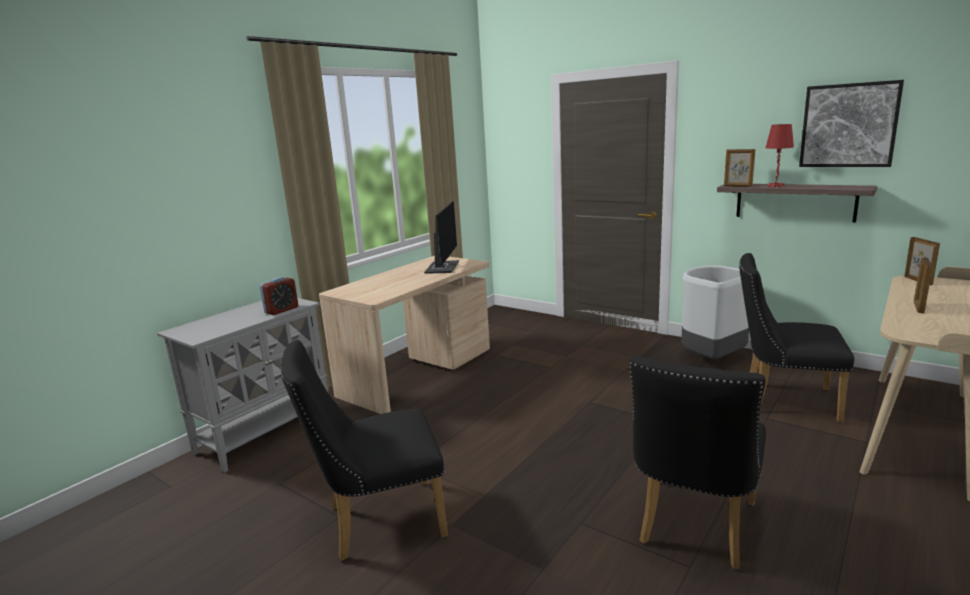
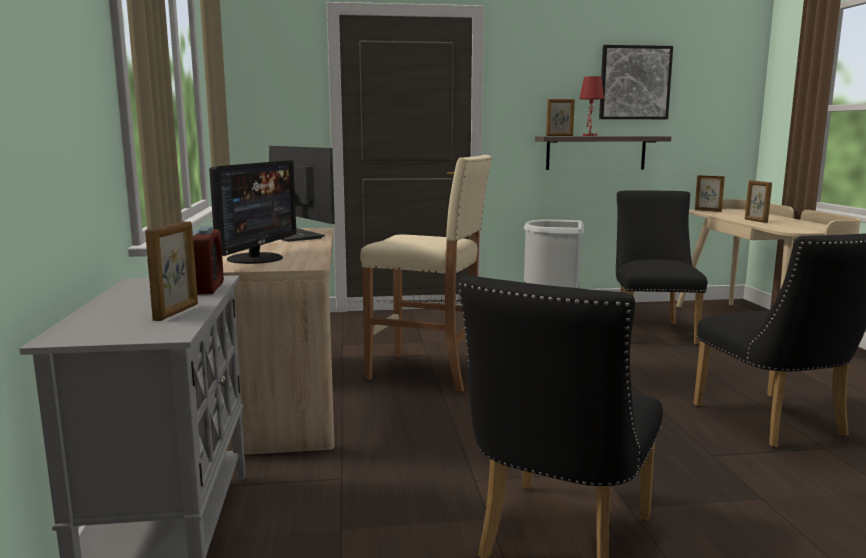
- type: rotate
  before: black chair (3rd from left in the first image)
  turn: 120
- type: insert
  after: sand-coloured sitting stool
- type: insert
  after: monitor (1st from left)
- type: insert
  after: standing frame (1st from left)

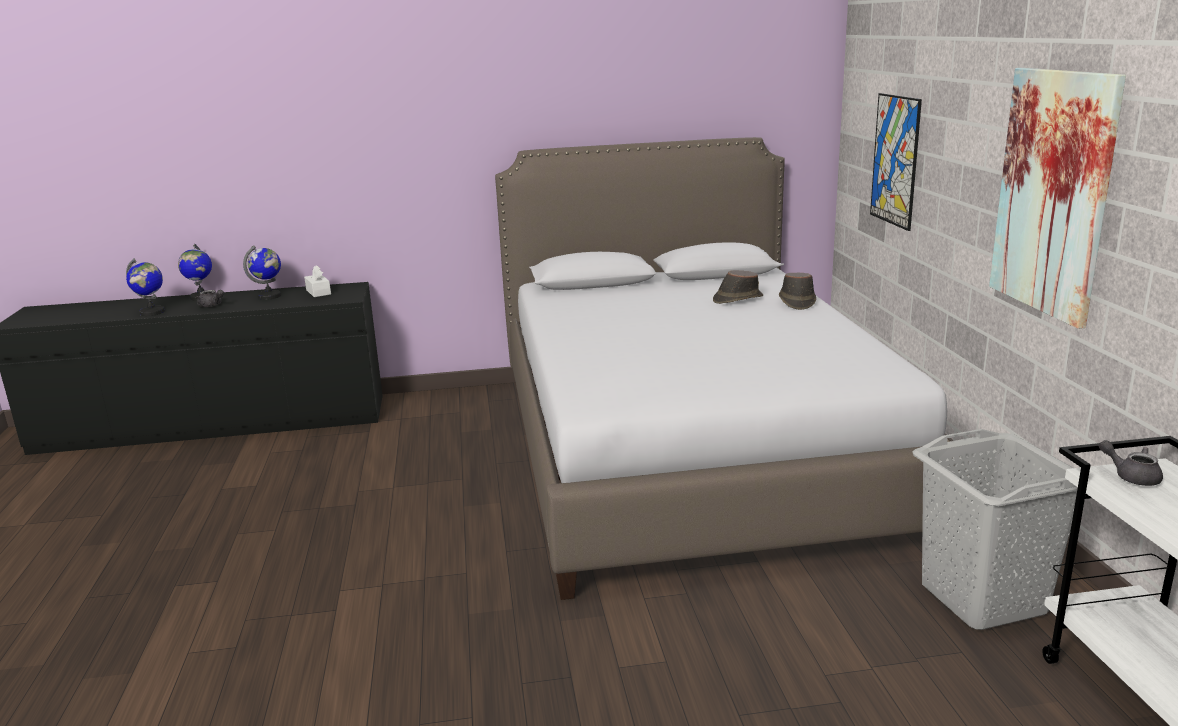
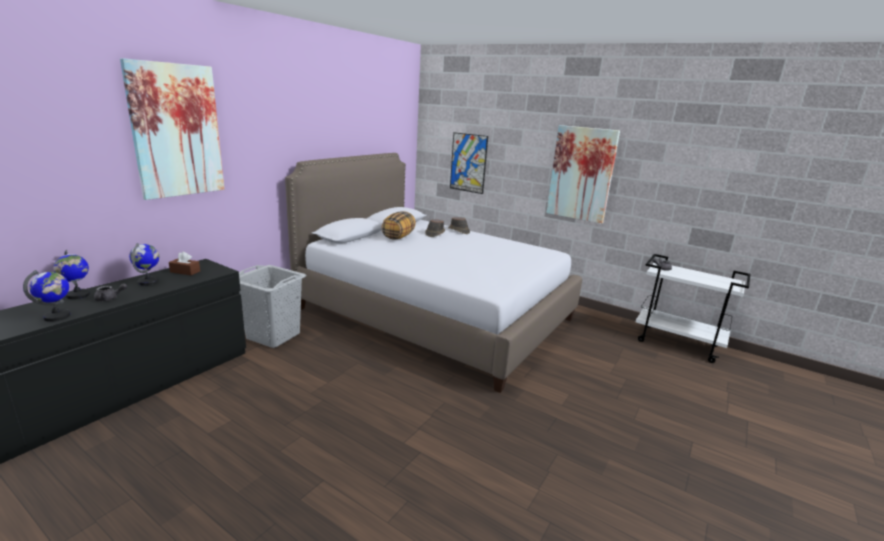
- type: recolor
  before: whitish tissue holder
  after: brown tissue holder
- type: move
  before: gray washing basket
- type: insert
  after: picture (1st from left)
- type: insert
  after: cushion

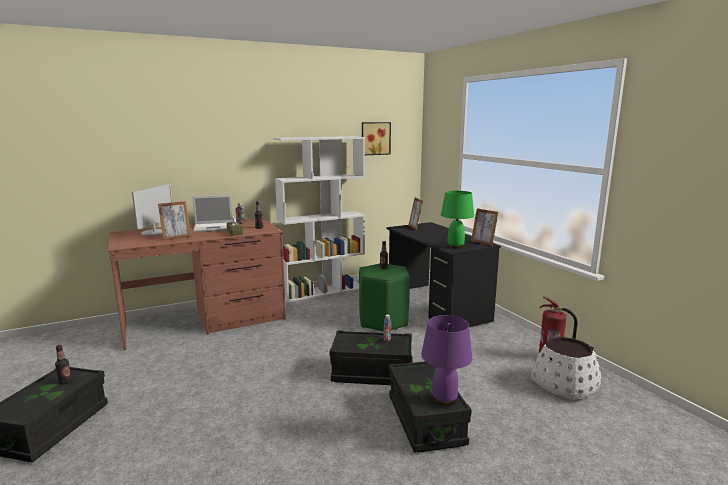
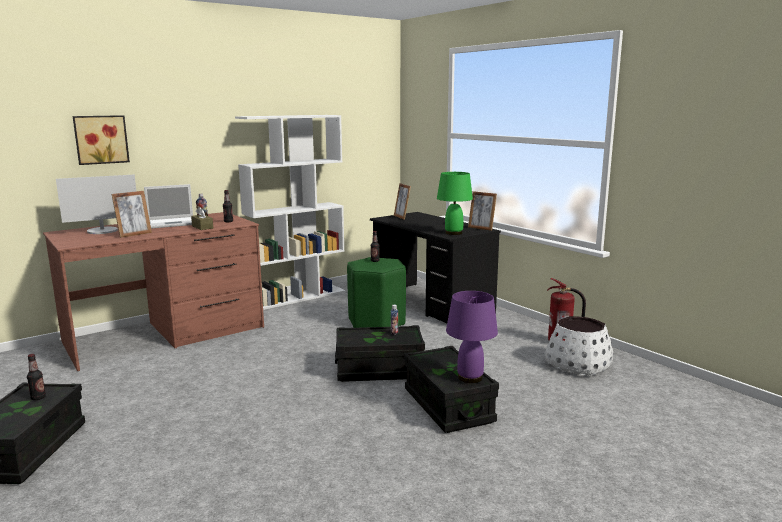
- type: move
  before: picture
- type: rotate
  before: monitor
  turn: 60

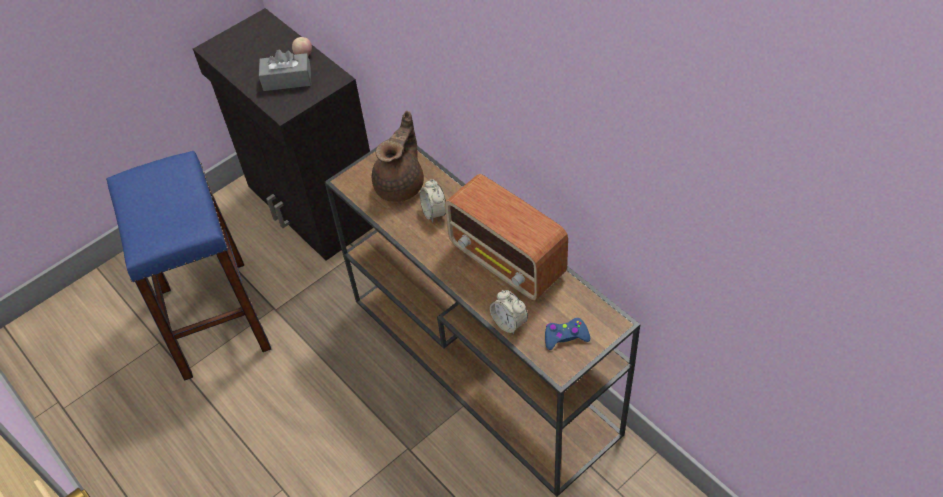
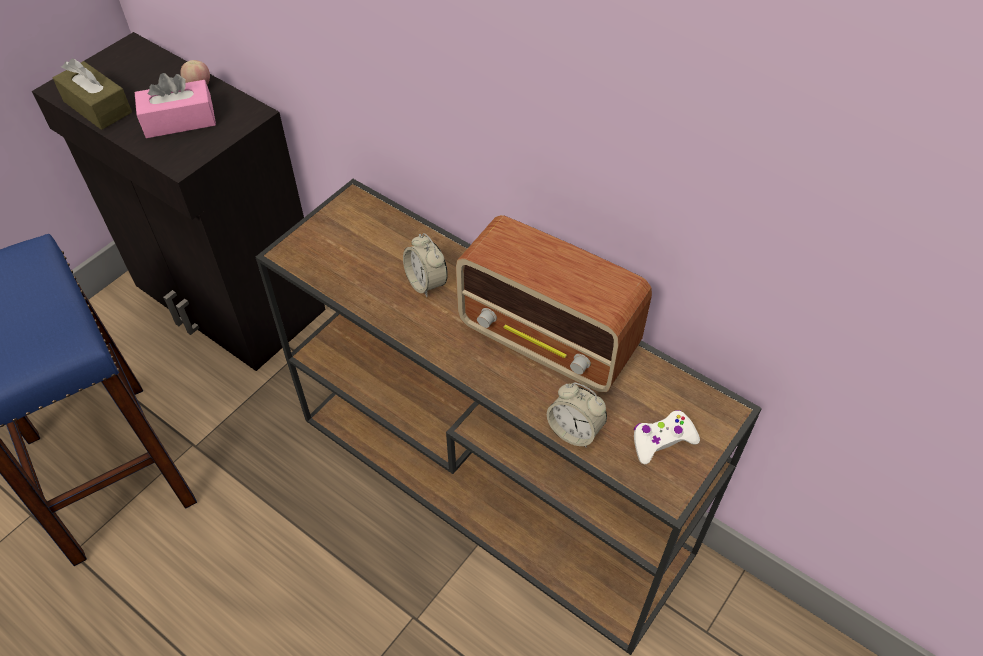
- type: recolor
  before: gray tissue holder
  after: pinkish tissue holder
- type: delete
  before: brown teapot
- type: recolor
  before: bluish gamepad
  after: whitish gamepad
- type: insert
  after: brown tissue holder

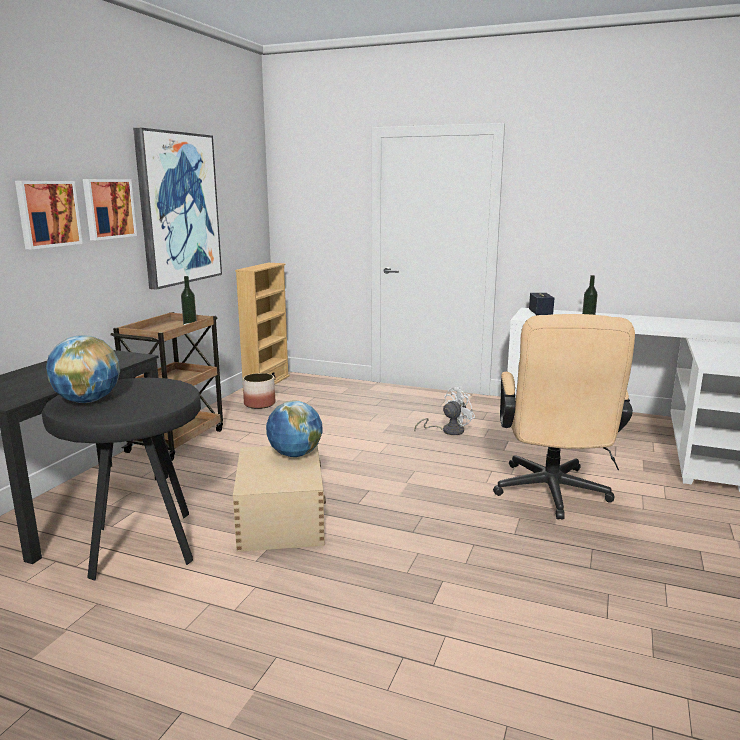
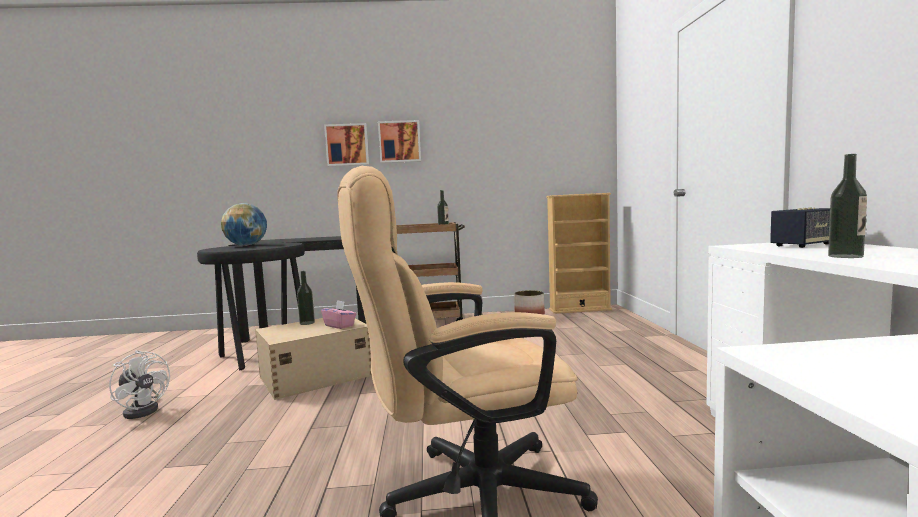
- type: delete
  before: picture (3rd from left)
- type: move
  before: whitish fan
- type: replace
  before: desk globe (2nd from left)
  after: pinkish tissue holder
- type: insert
  after: bottle (1st from left)

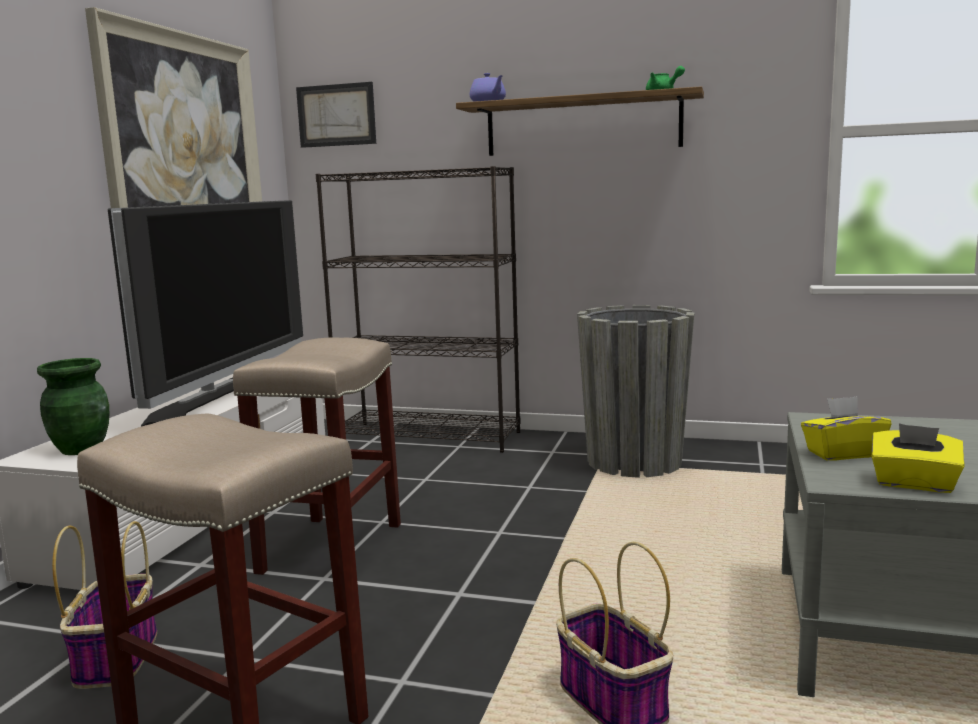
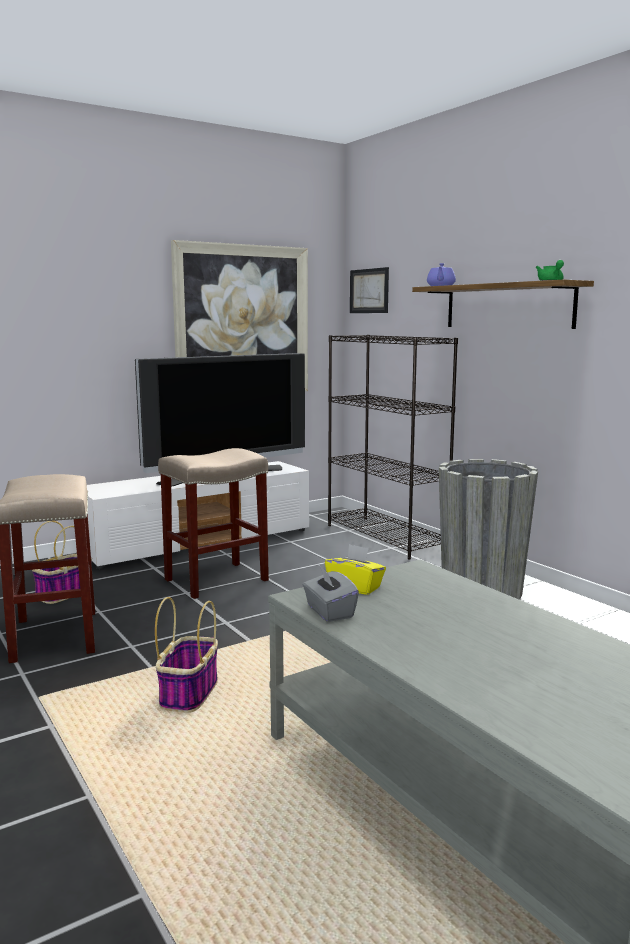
- type: delete
  before: green flower vase
- type: recolor
  before: yellow tissue holder (2nd from left)
  after: gray tissue holder

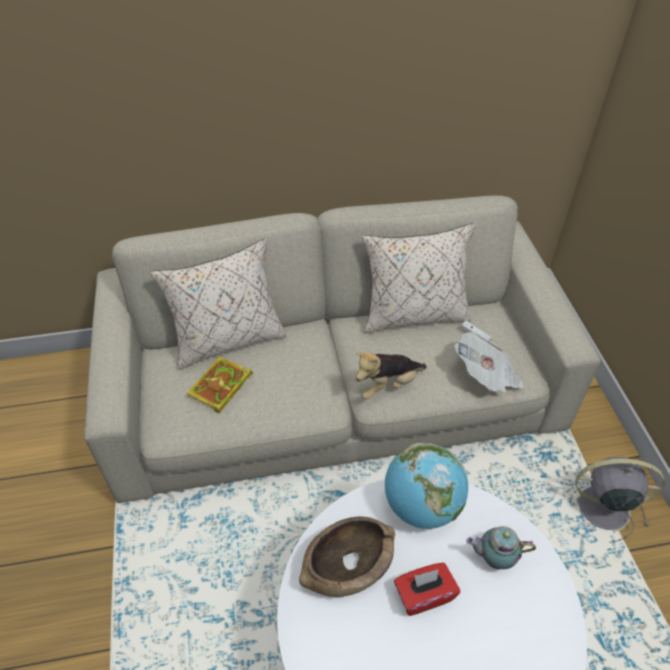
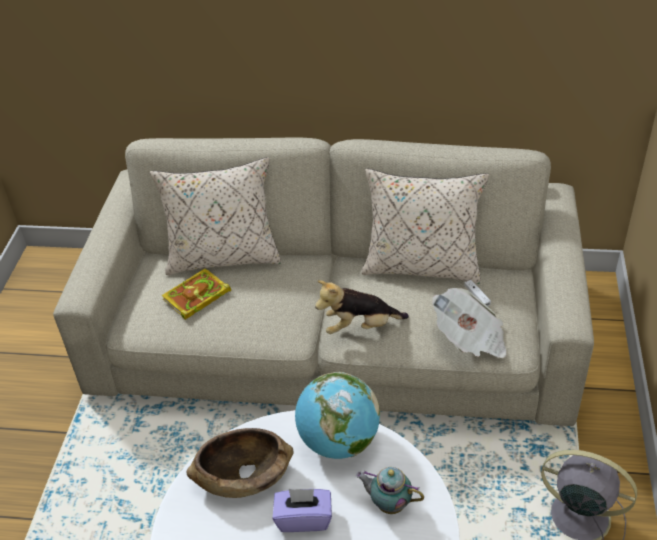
- type: recolor
  before: red-coloured tissue holder
  after: purplish tissue holder

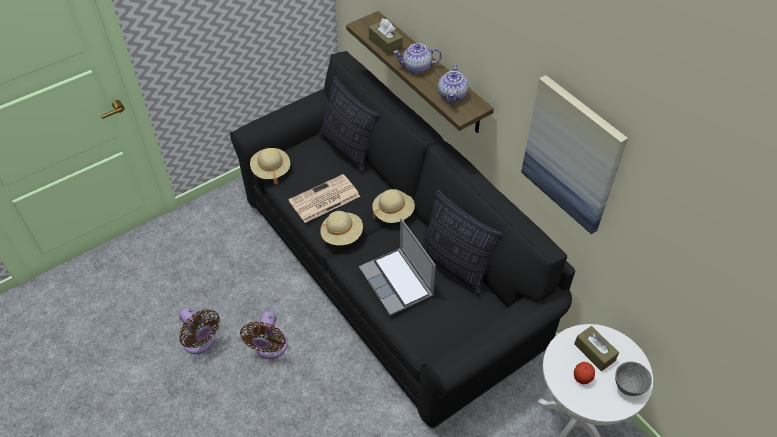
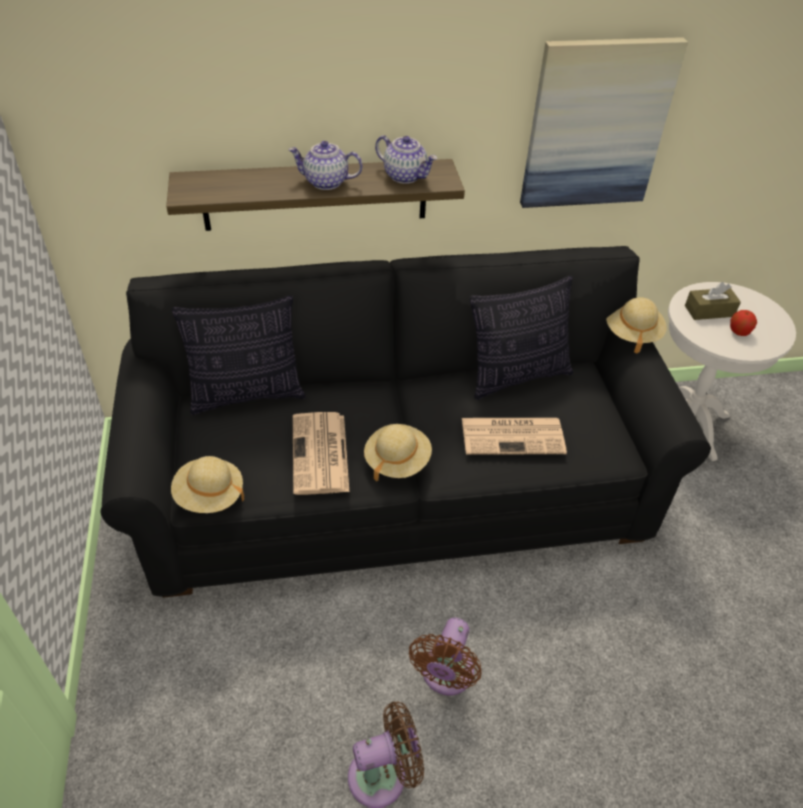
- type: delete
  before: brown tissue holder (1st from left)
- type: rotate
  before: teapot (1st from left)
  turn: 75
- type: move
  before: sand-coloured wearable hat (3rd from left)
- type: replace
  before: laptop
  after: daily paper (2nd from left)
- type: rotate
  before: brown fan (2nd from left)
  turn: 75
- type: delete
  before: gray deep dish

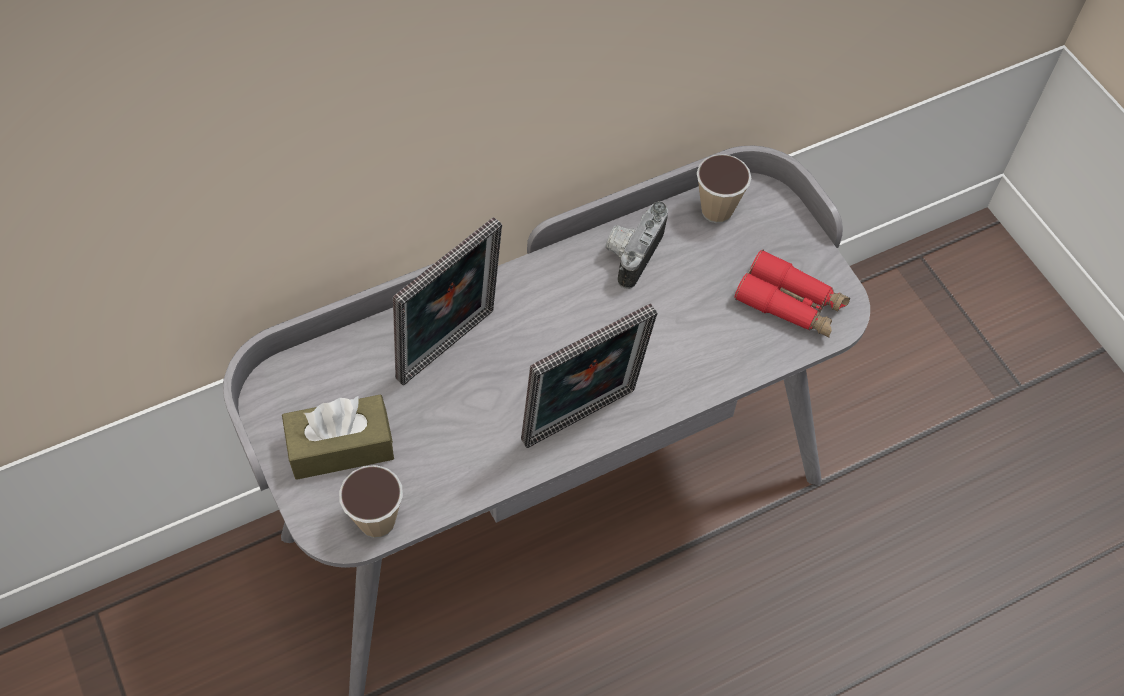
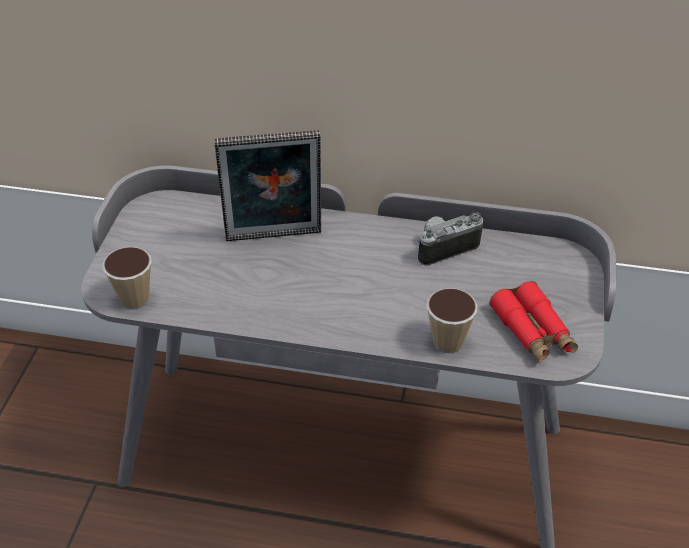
- type: move
  before: small cup (2nd from left)
- type: delete
  before: standing frame (2nd from left)
- type: delete
  before: brown tissue holder

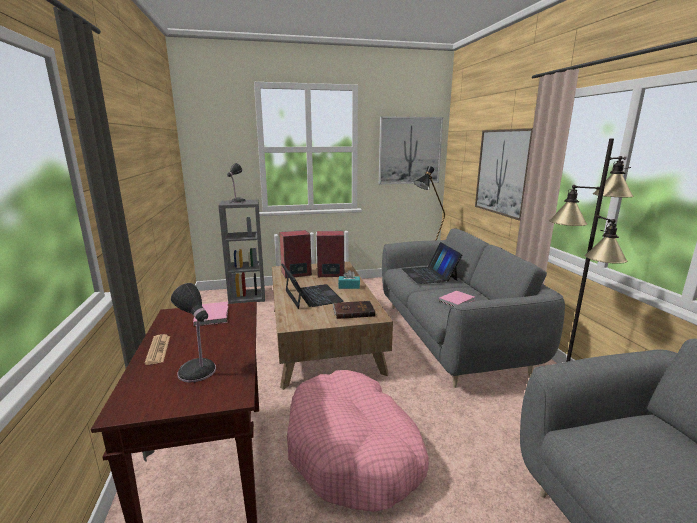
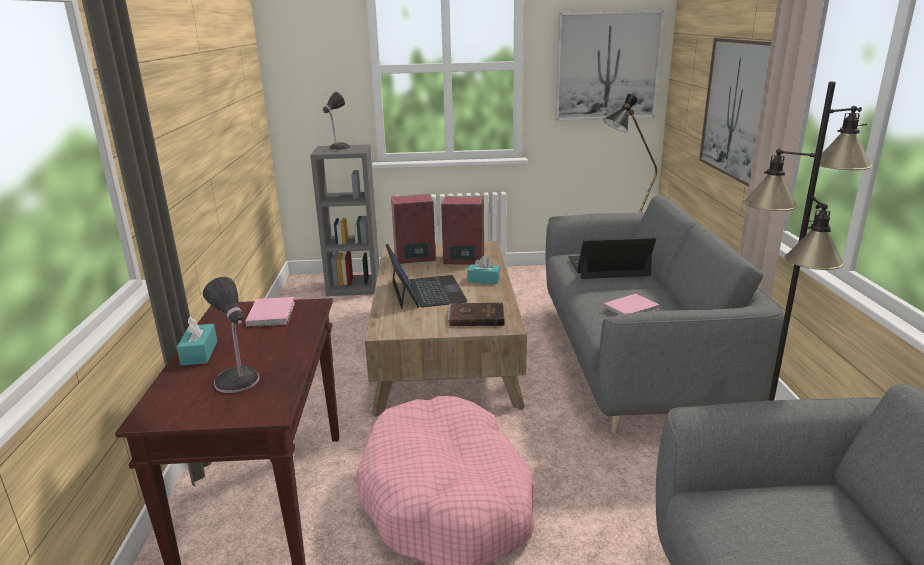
- type: rotate
  before: laptop (2nd from left)
  turn: 90
- type: replace
  before: daily paper
  after: turquoise-coloured tissue holder (1st from left)

